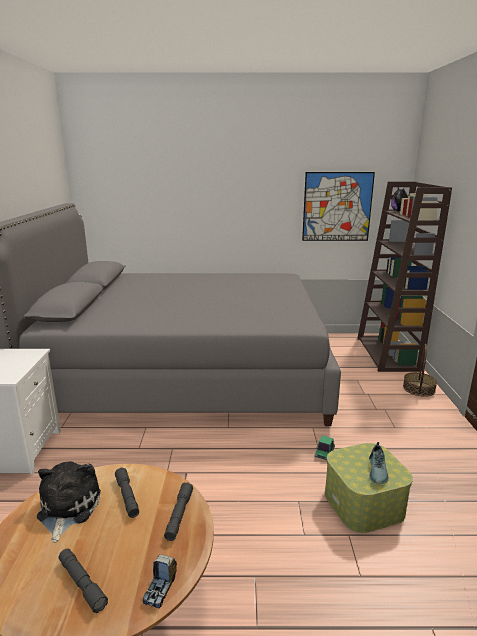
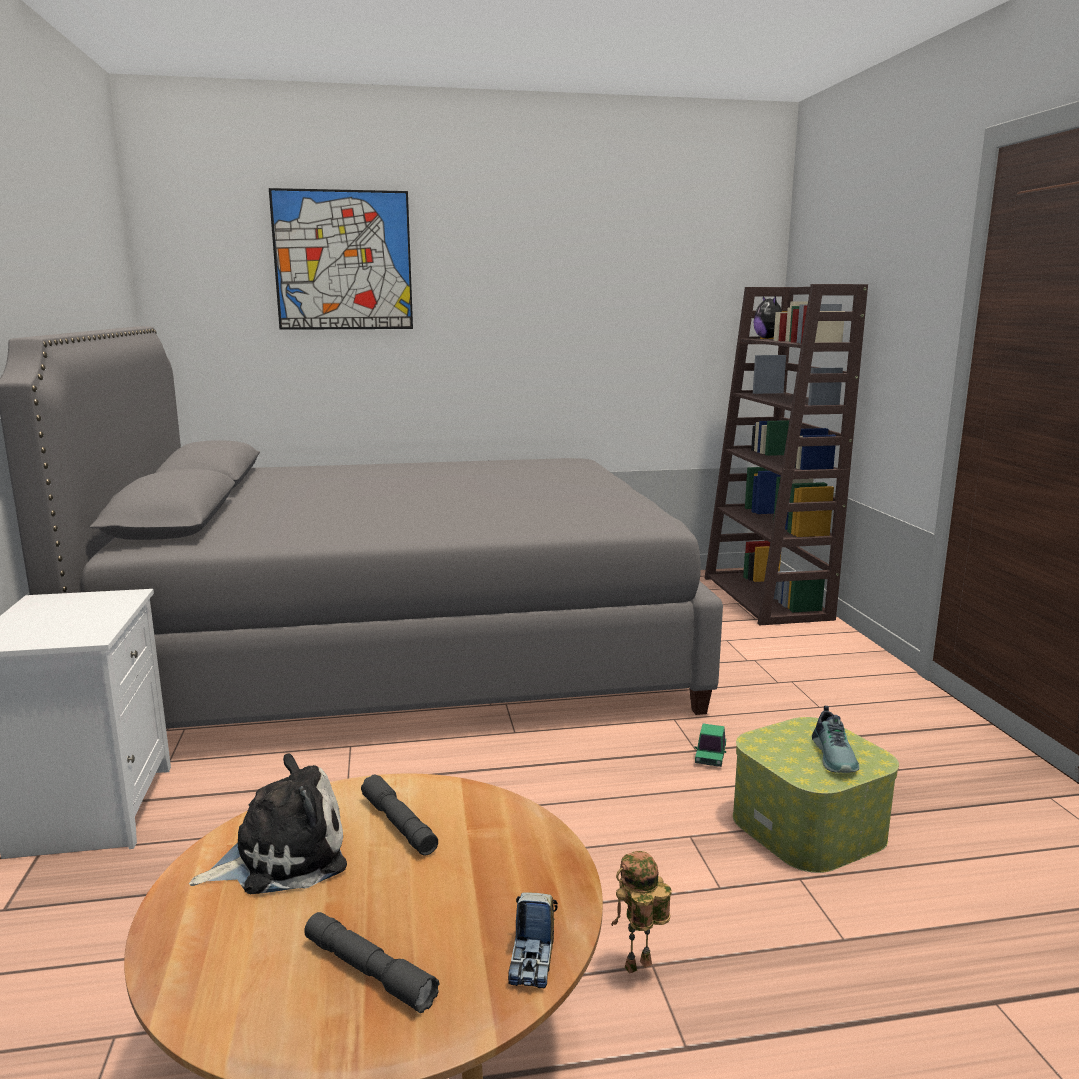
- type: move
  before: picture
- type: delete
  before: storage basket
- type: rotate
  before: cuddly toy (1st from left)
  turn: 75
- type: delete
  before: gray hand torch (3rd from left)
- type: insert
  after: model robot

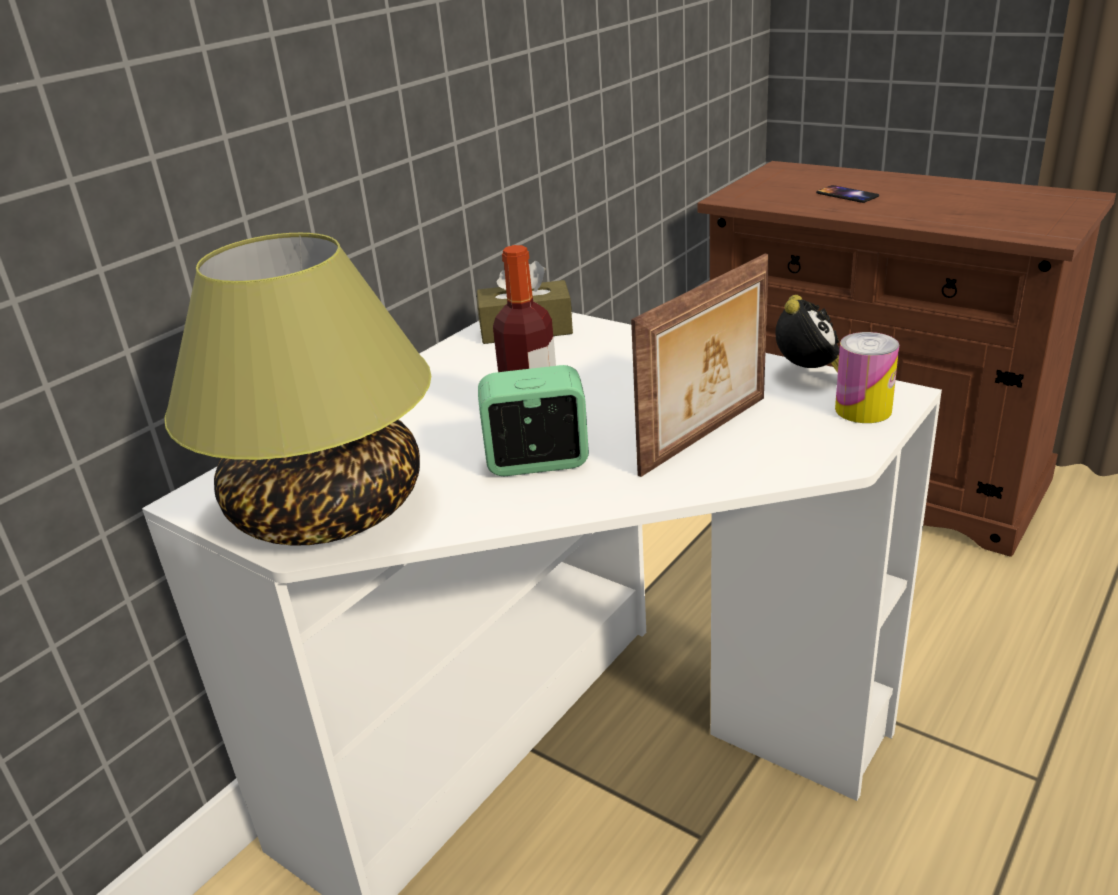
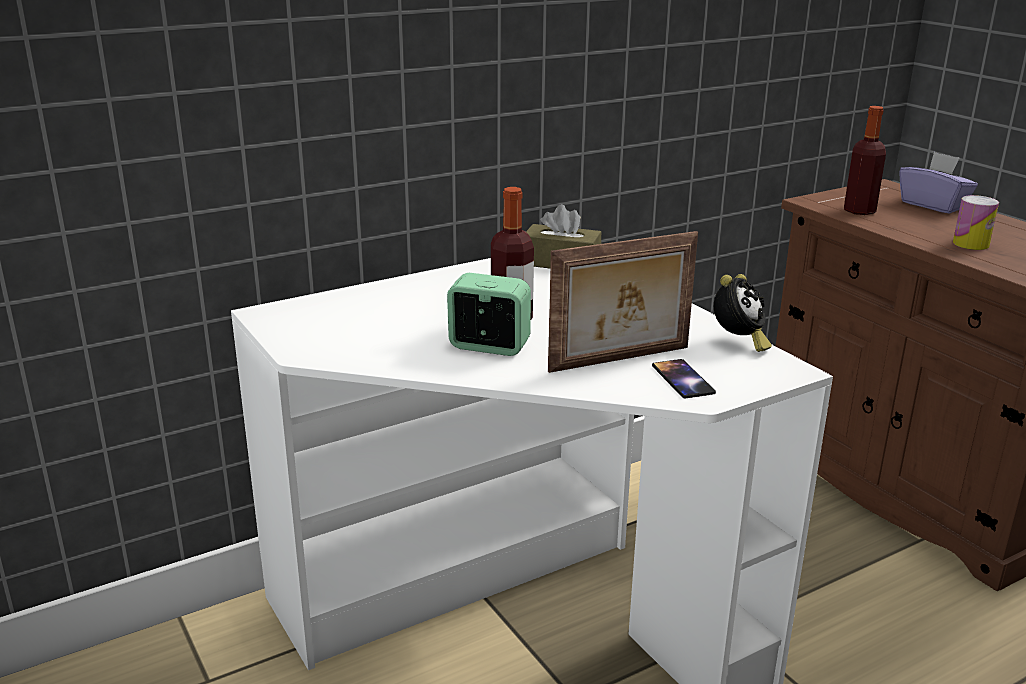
- type: move
  before: phone
- type: delete
  before: table lamp
- type: move
  before: can
- type: insert
  after: bottle (2nd from left)
- type: insert
  after: purplish tissue holder

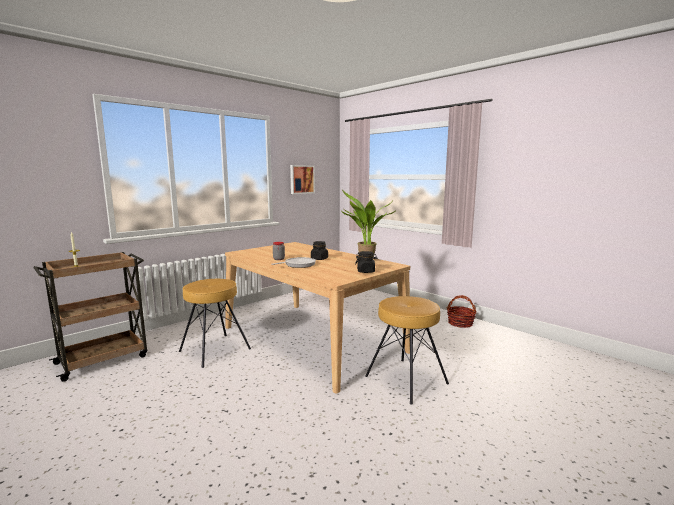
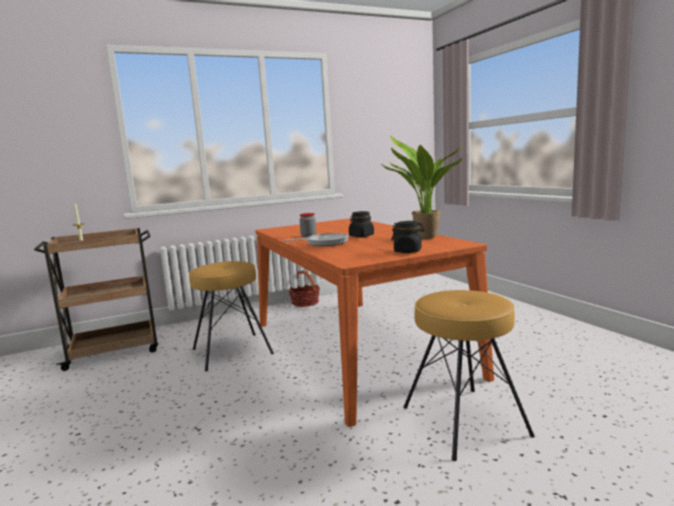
- type: delete
  before: picture
- type: recolor
  before: sand-coloured dinner table
  after: orange-coloured dinner table
- type: move
  before: storage basket

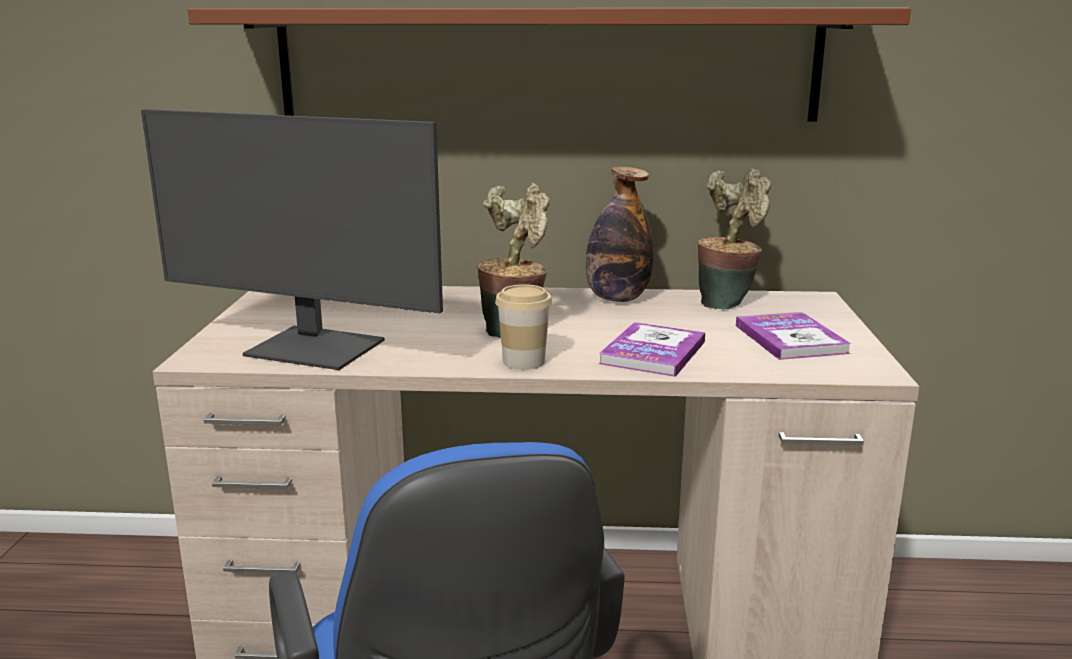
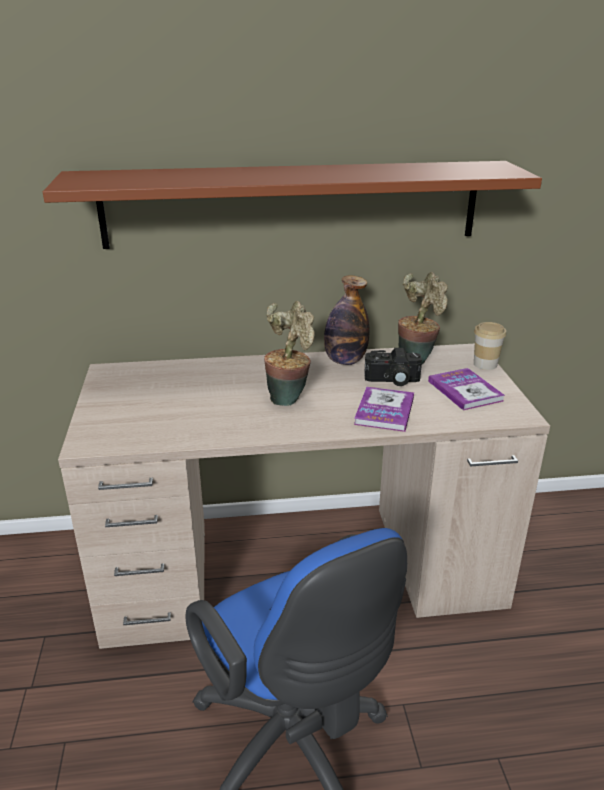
- type: delete
  before: monitor
- type: move
  before: small cup
- type: insert
  after: photo camera

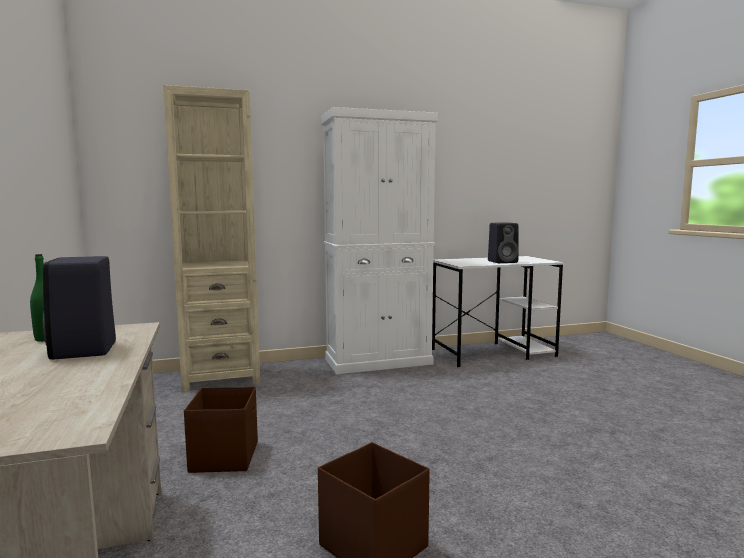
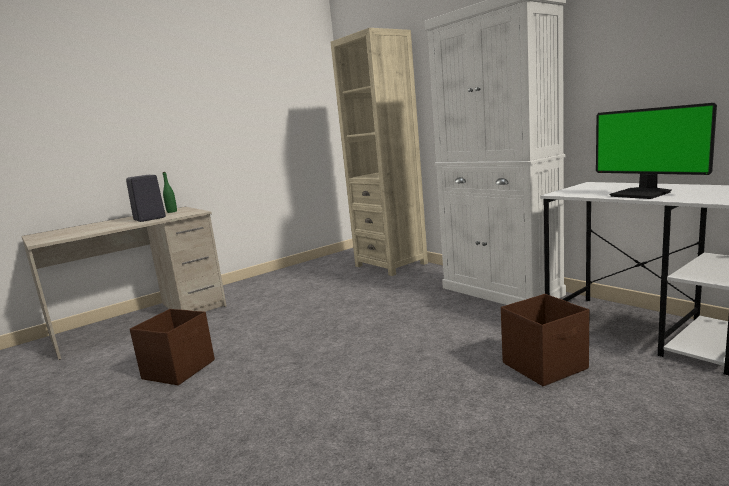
- type: replace
  before: black speaker (2nd from left)
  after: monitor
- type: move
  before: brown storage bin (1st from left in the first image)
  after: brown storage bin (2nd from left)

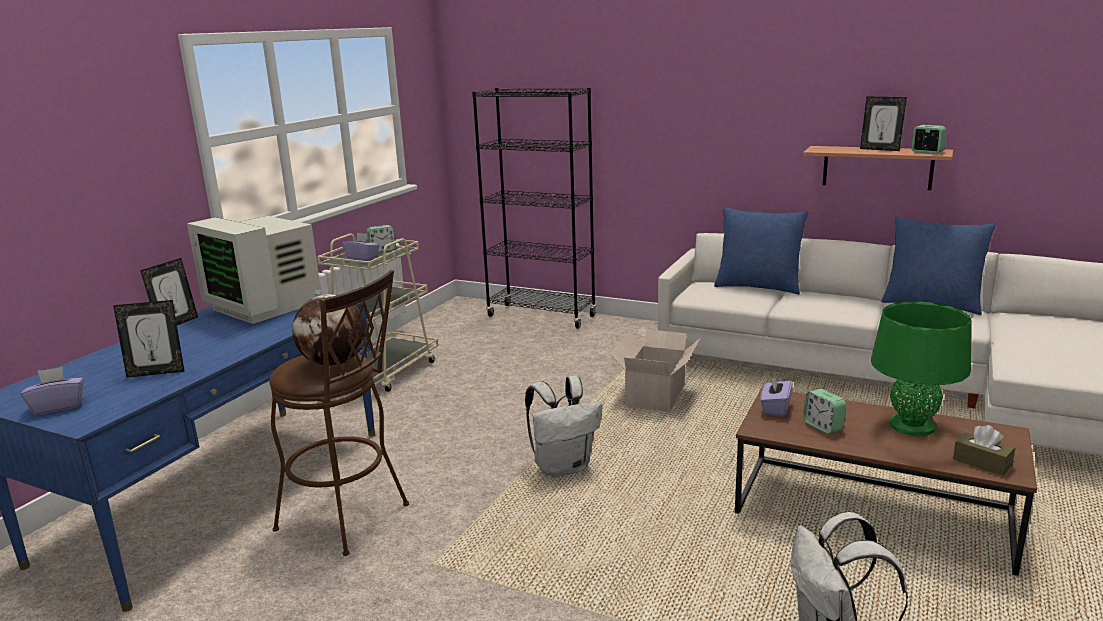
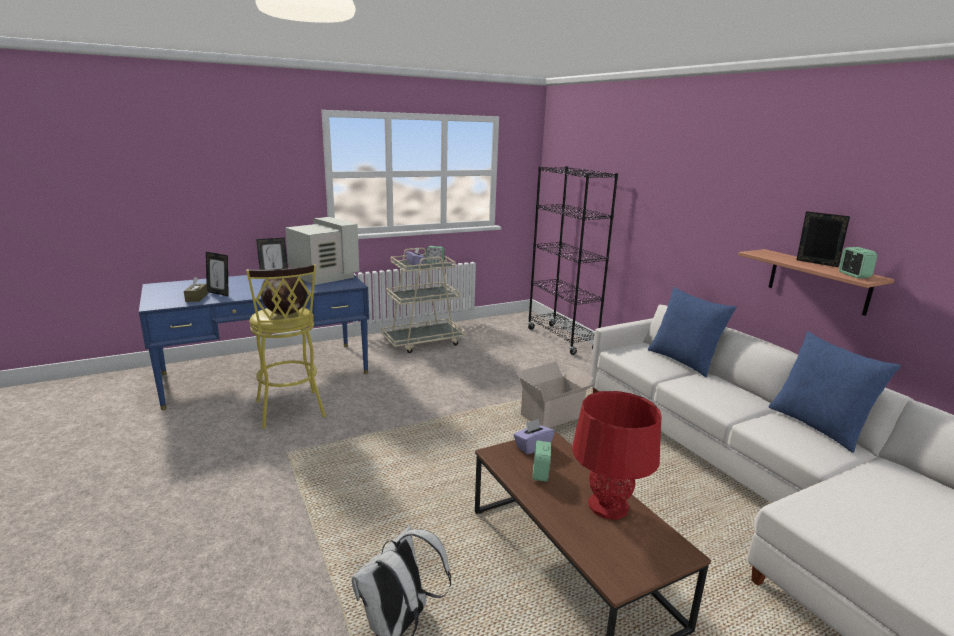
- type: rotate
  before: standing frame (3rd from left)
  turn: 150
- type: rotate
  before: monitor
  turn: 150
- type: recolor
  before: brown sitting stool
  after: yellow sitting stool
- type: recolor
  before: green table lamp
  after: red-coloured table lamp
- type: delete
  before: purplish tissue holder (1st from left)
- type: delete
  before: whitish backpack (1st from left)
- type: move
  before: brown tissue holder

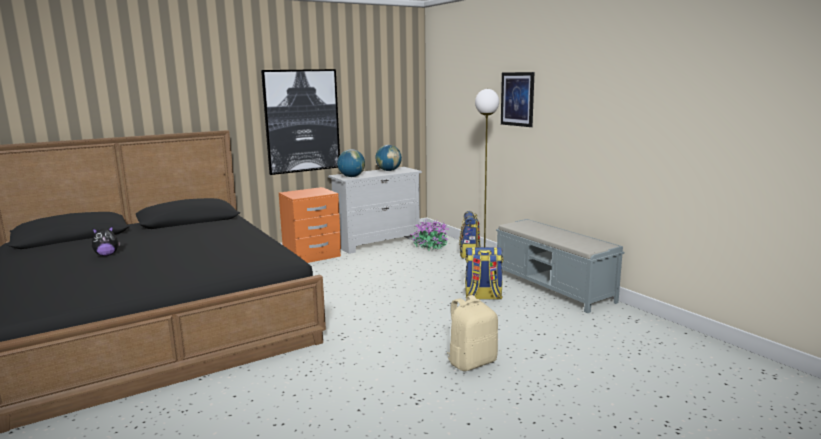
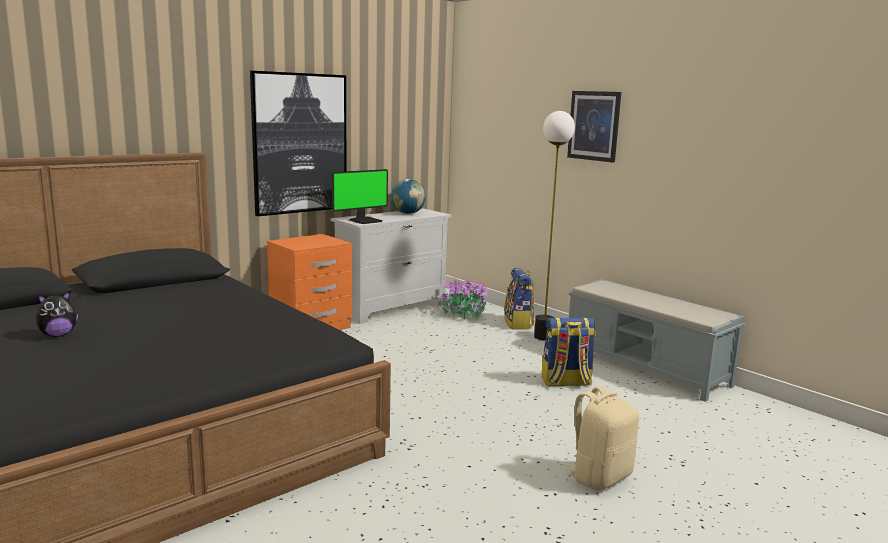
- type: replace
  before: desk globe (1st from left)
  after: monitor

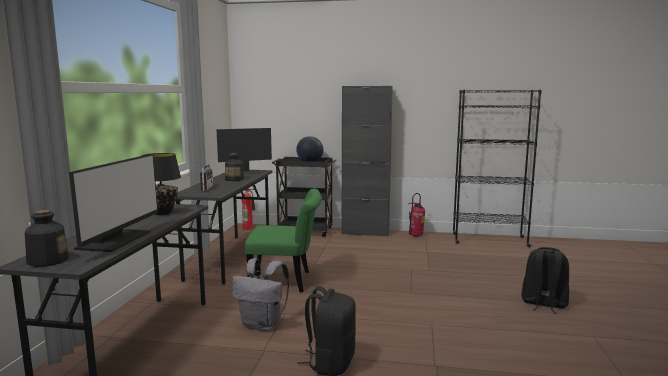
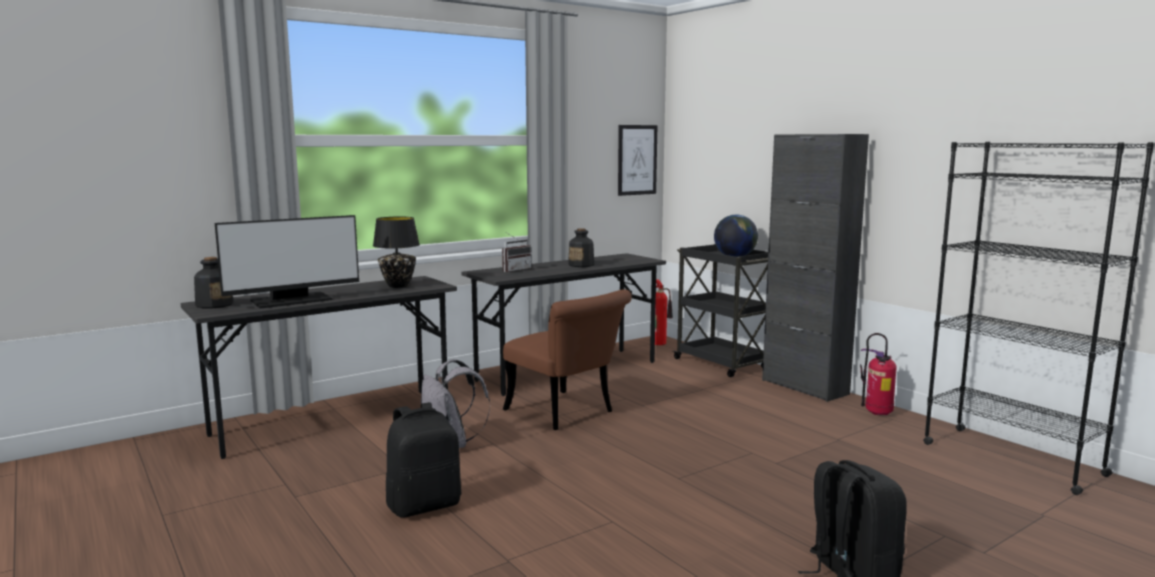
- type: delete
  before: monitor (2nd from left)
- type: recolor
  before: green chair
  after: brown chair
- type: insert
  after: picture

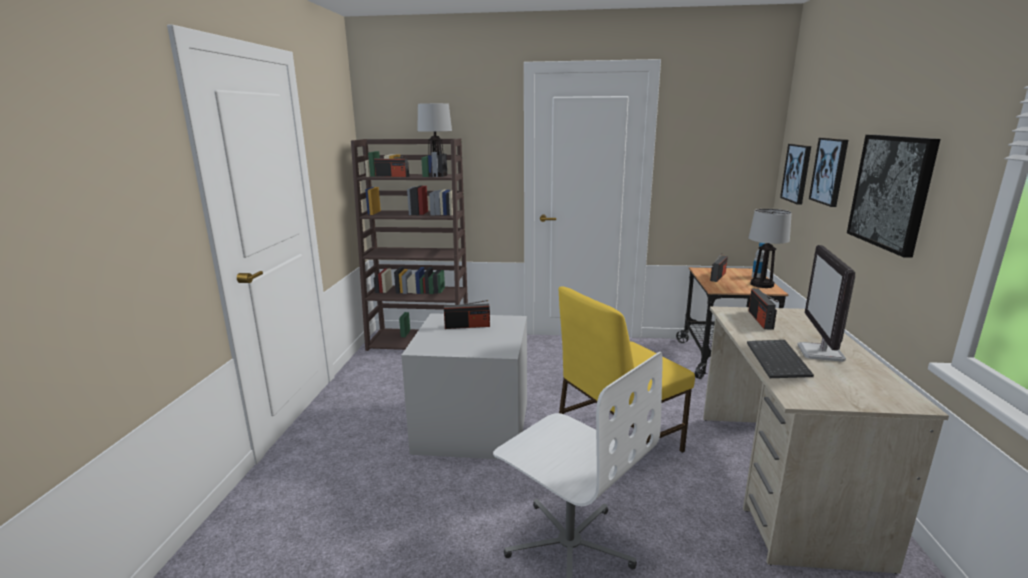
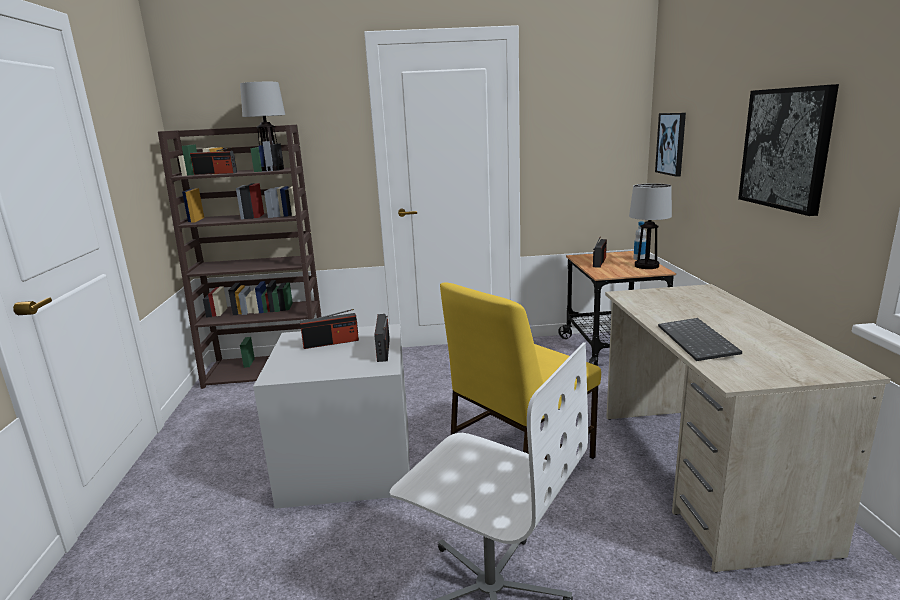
- type: delete
  before: picture (2nd from left)
- type: delete
  before: monitor
- type: move
  before: radio receiver (4th from left in the first image)
  after: radio receiver (3rd from left)

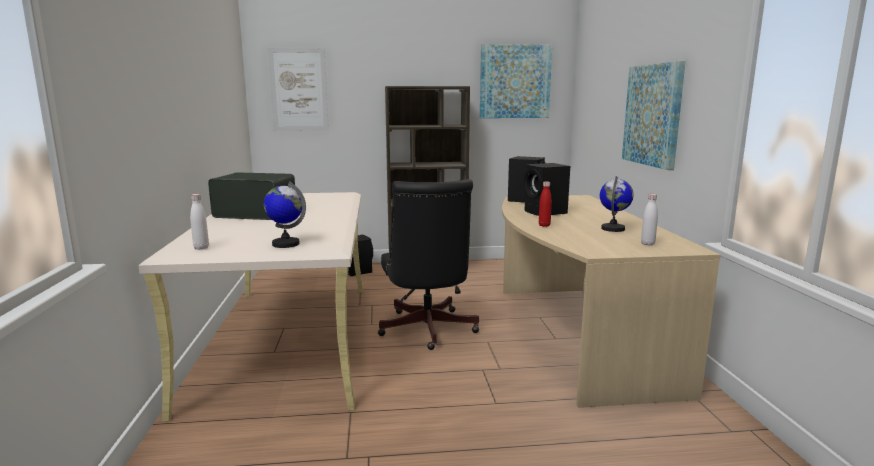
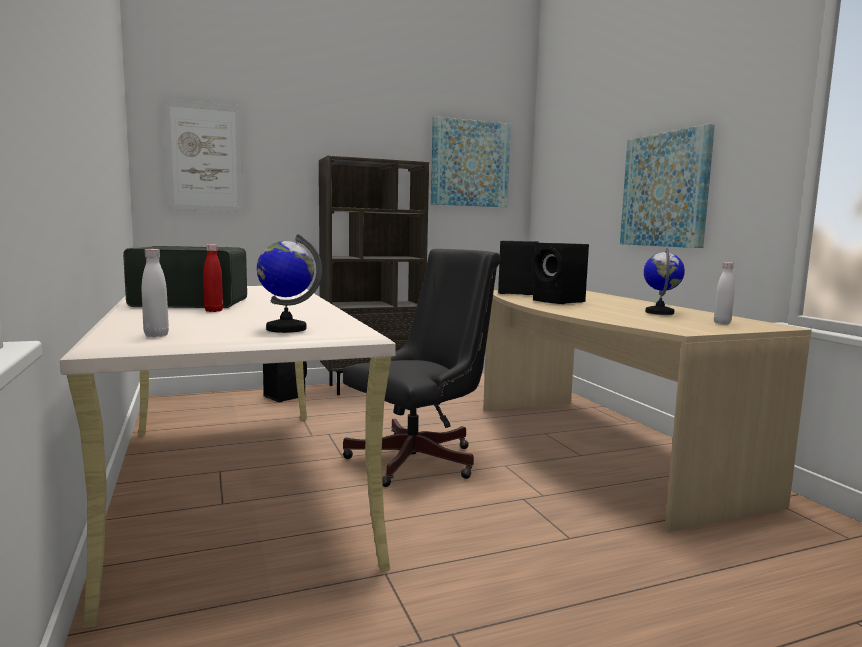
- type: rotate
  before: black computer chair
  turn: -105
- type: move
  before: red-coloured bottle

